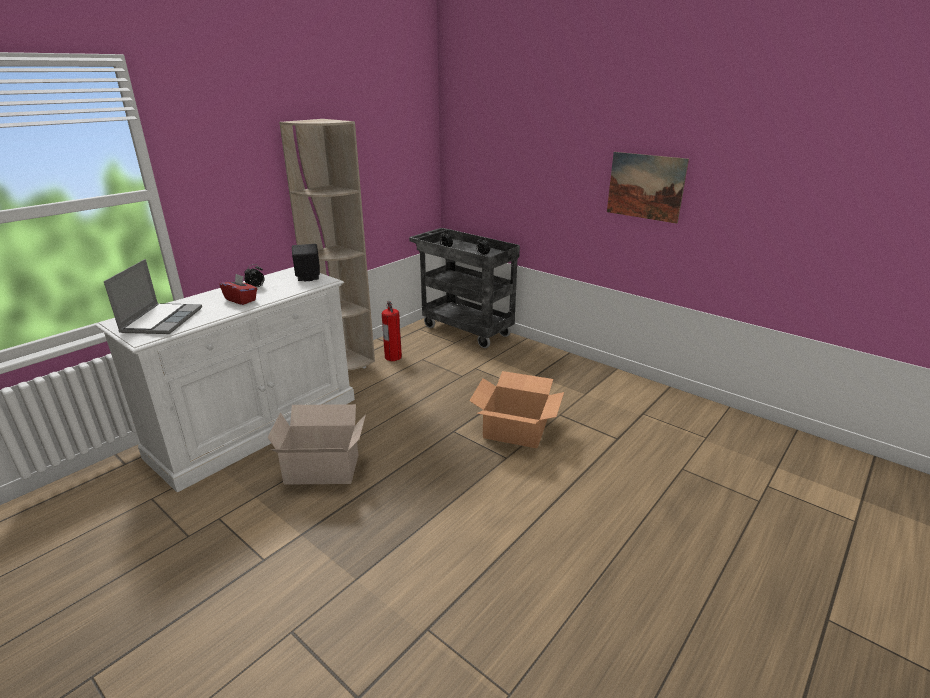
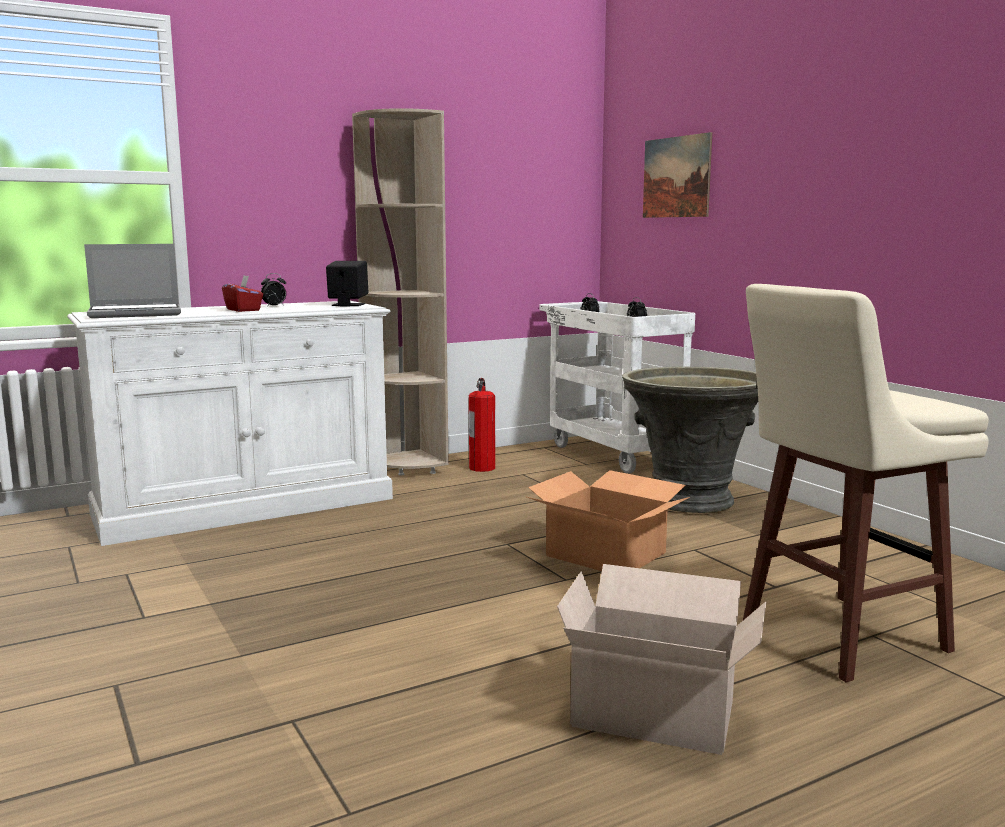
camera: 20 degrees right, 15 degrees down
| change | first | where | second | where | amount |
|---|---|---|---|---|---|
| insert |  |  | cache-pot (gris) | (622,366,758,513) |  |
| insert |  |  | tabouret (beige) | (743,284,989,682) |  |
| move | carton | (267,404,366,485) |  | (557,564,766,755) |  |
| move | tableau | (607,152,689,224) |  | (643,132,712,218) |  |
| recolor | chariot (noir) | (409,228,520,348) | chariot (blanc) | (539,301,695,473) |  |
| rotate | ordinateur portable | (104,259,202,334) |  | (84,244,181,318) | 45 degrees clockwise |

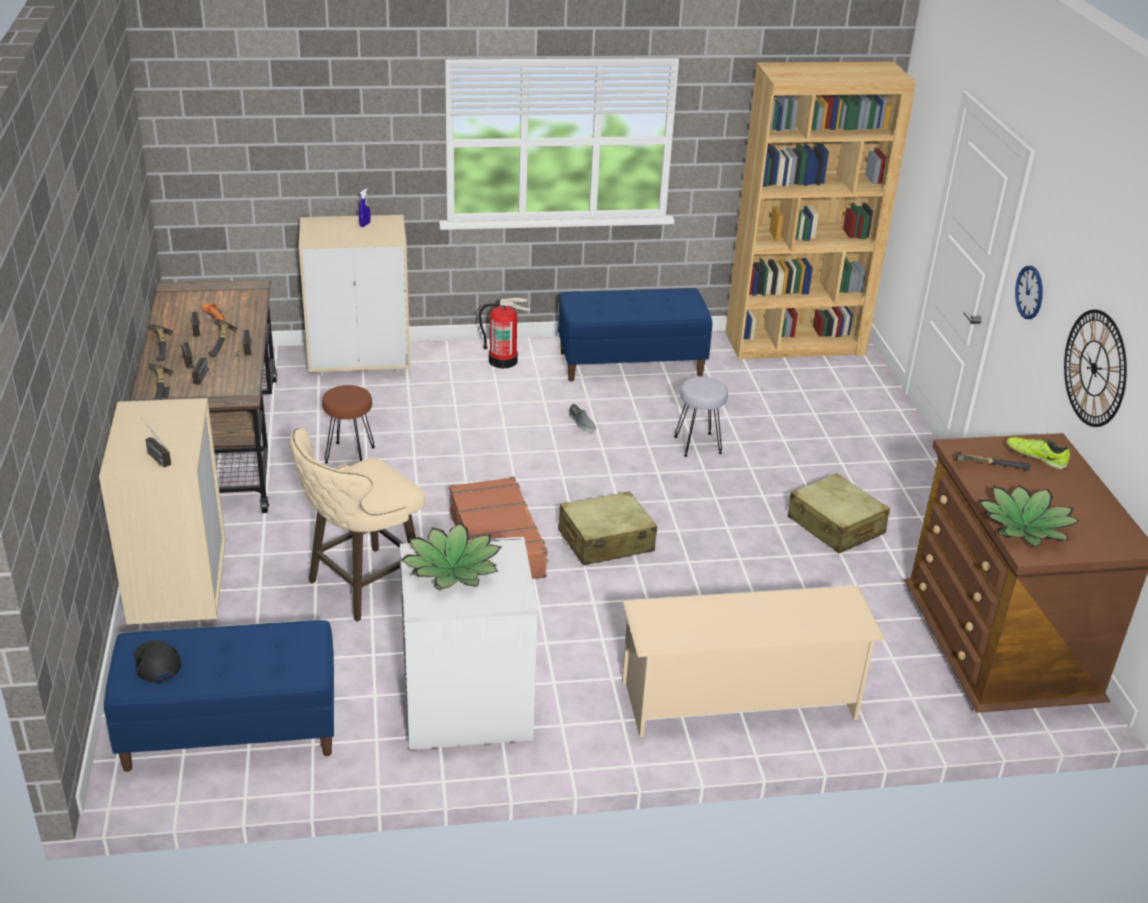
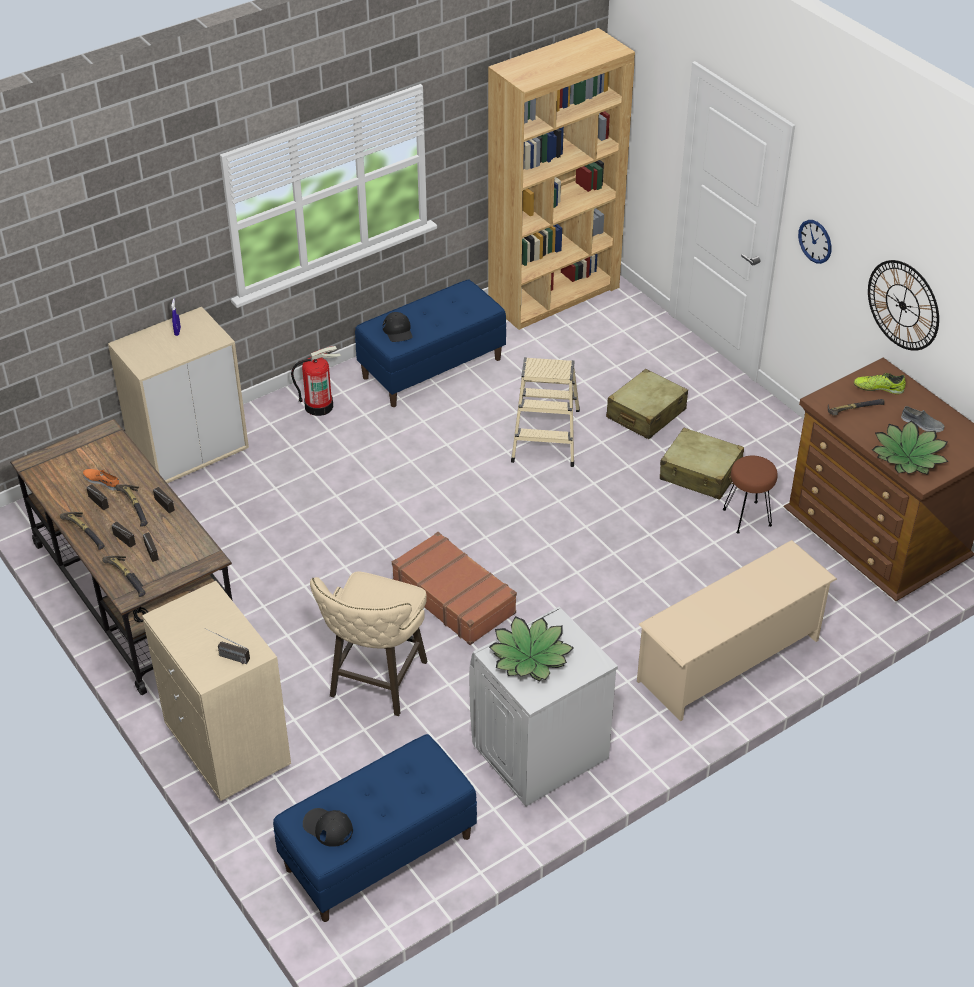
camera: 25 degrees left, 10 degrees up
| change | first | where | second | where | amount |
|---|---|---|---|---|---|
| insert |  |  | casquette (noir) | (383,312,413,342) |  |
| move | tabouret (marron) | (322,385,375,464) |  | (723,456,778,533) |  |
| move | valise (beige) | (558,491,657,566) |  | (606,369,688,439) |  |
| move | chaussure (gris) | (569,404,596,432) |  | (901,406,945,432) |  |
| replace | tabouret (gris) | (674,377,728,457) | escabeau (beige) | (511,357,580,467) |  |

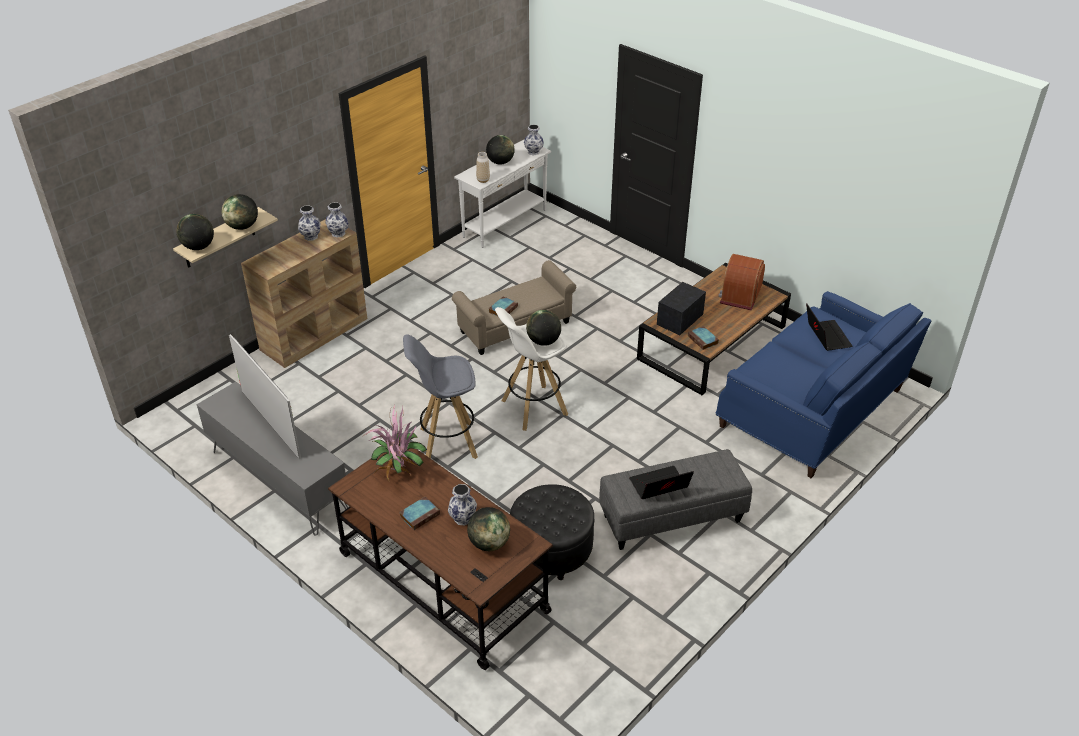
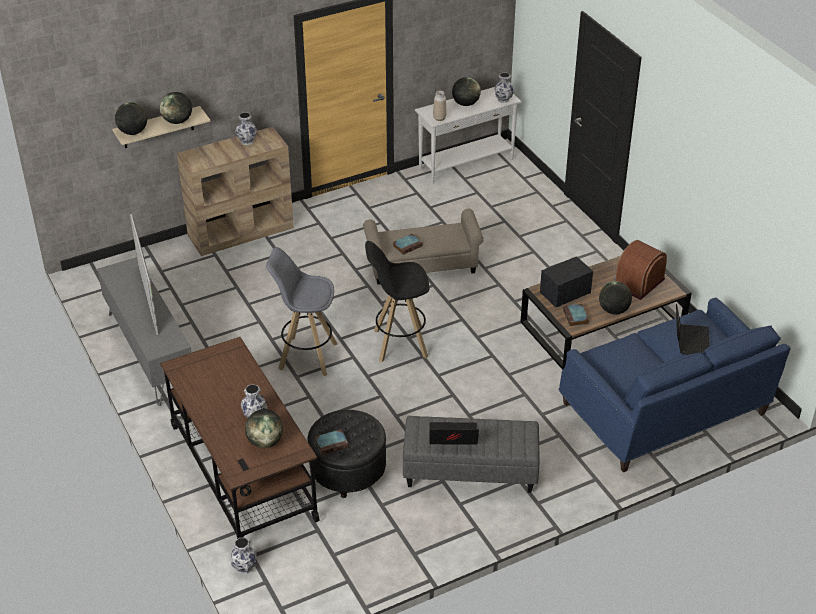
camera: 20 degrees right, 0 degrees up
| change | first | where | second | where | amount |
|---|---|---|---|---|---|
| delete | plante en pot | (365,405,427,480) |  |  |  |
| move | vase | (325,202,349,238) |  | (230,538,257,574) |  |
| move | livre | (399,497,440,530) |  | (315,429,349,455) |  |
| move | globe | (526,310,561,346) |  | (599,281,632,315) |  |
| recolor | tabouret (blanc) | (495,307,568,431) | tabouret (noir) | (365,241,429,362) |  |

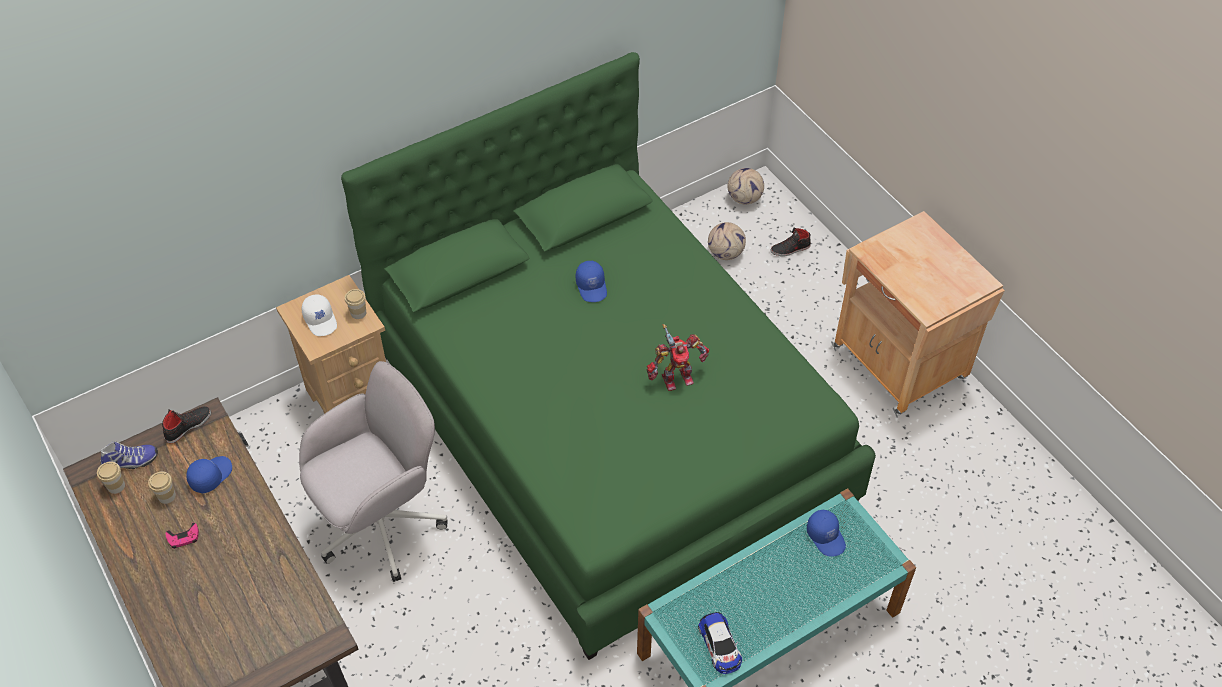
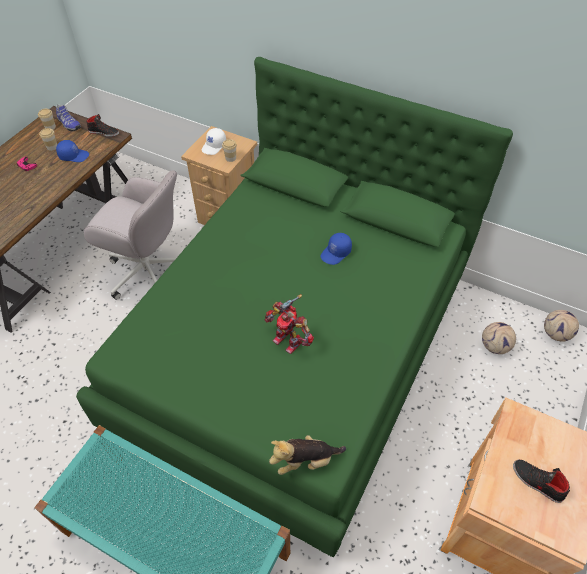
camera: 60 degrees right, 0 degrees up
| change | first | where | second | where | amount |
|---|---|---|---|---|---|
| delete | petite voiture | (698,612,742,674) |  |  |  |
| delete | casquette (bleu) | (807,510,846,556) |  |  |  |
| insert |  |  | peluche | (269,435,346,475) |  |
| move | chaussure (noir) | (771,228,811,256) |  | (513,459,570,503) |  |

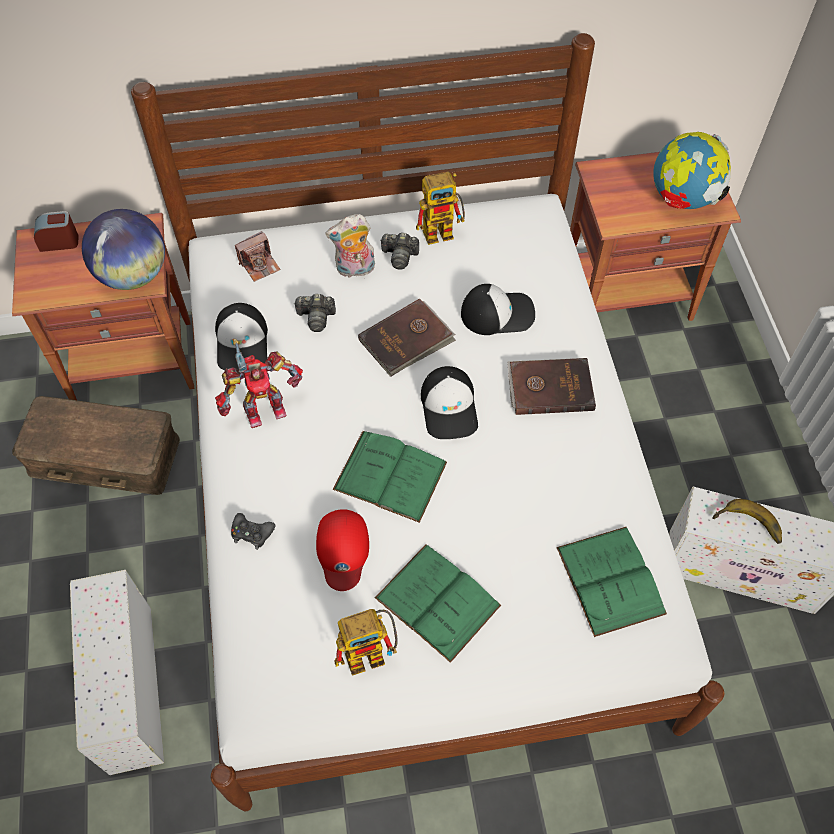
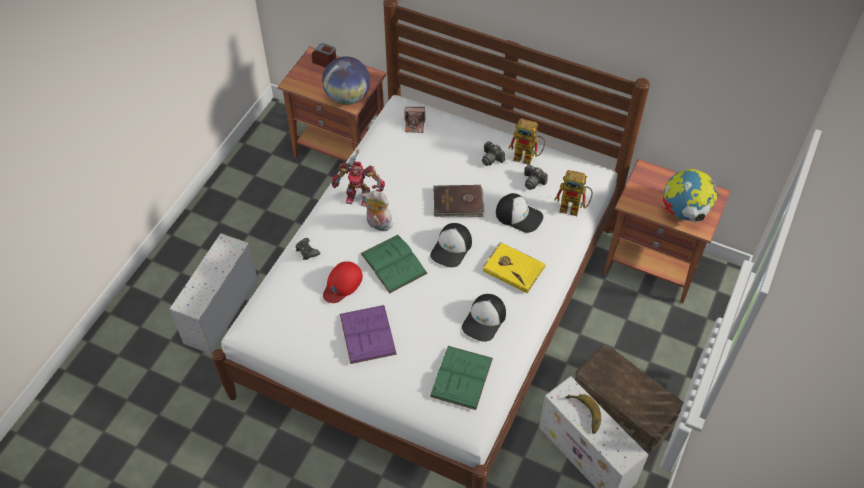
camera: 35 degrees right, 5 degrees down
| change | first | where | second | where | amount |
|---|---|---|---|---|---|
| move | boîte de rangement (marron) | (12,396,180,495) |  | (575,344,684,452) |  |
| move | casquette | (215,303,268,371) |  | (462,294,506,342) |  |
| move | appareil photo | (294,294,336,332) |  | (524,165,548,190) |  |
| move | peluche | (326,214,375,278) |  | (361,191,393,231) |  |
| move | robot jouet | (334,609,398,676) |  | (554,170,593,216) |  |
| recolor | livre (vert) | (375,544,501,663) | livre (violet) | (340,305,397,364) |  |
| recolor | livre (marron) | (507,358,596,415) | livre (jaune) | (483,242,546,293) |  |

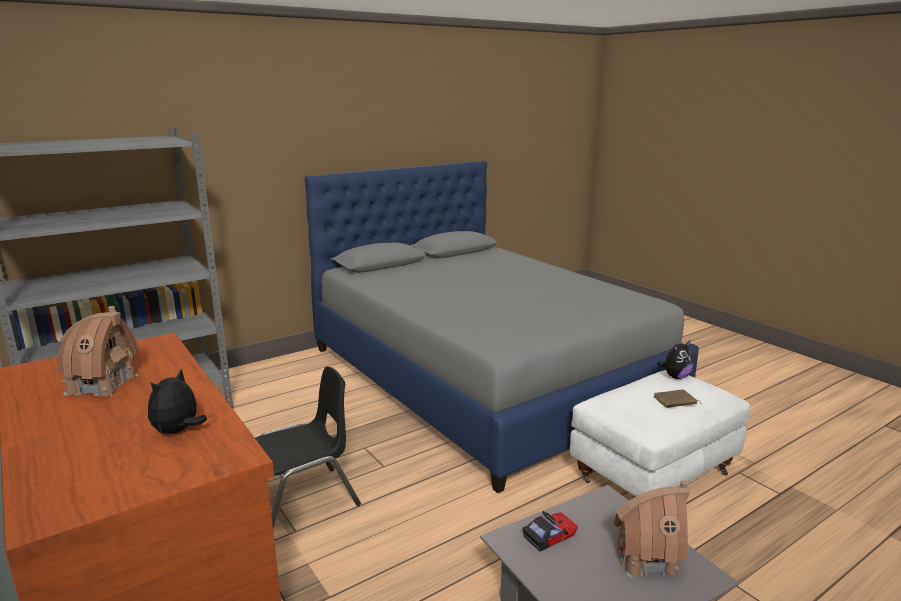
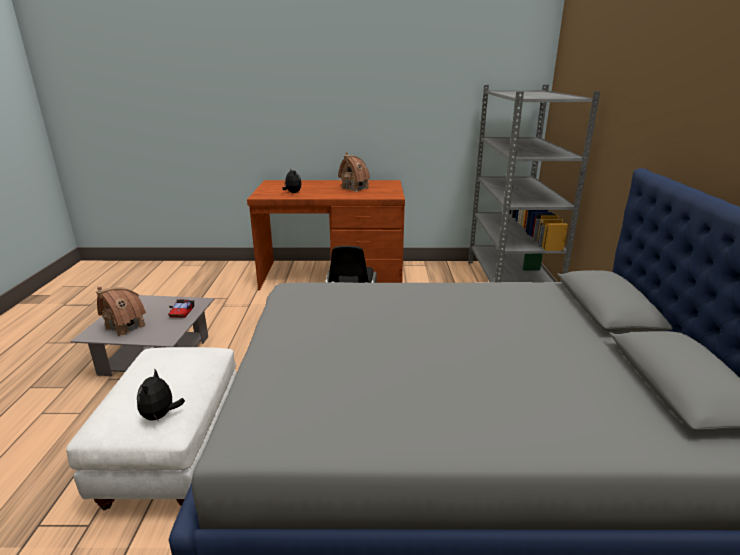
camera: 125 degrees right, 5 degrees up
| change | first | where | second | where | amount |
|---|---|---|---|---|---|
| delete | livre (marron) | (653,389,702,408) |  |  |  |

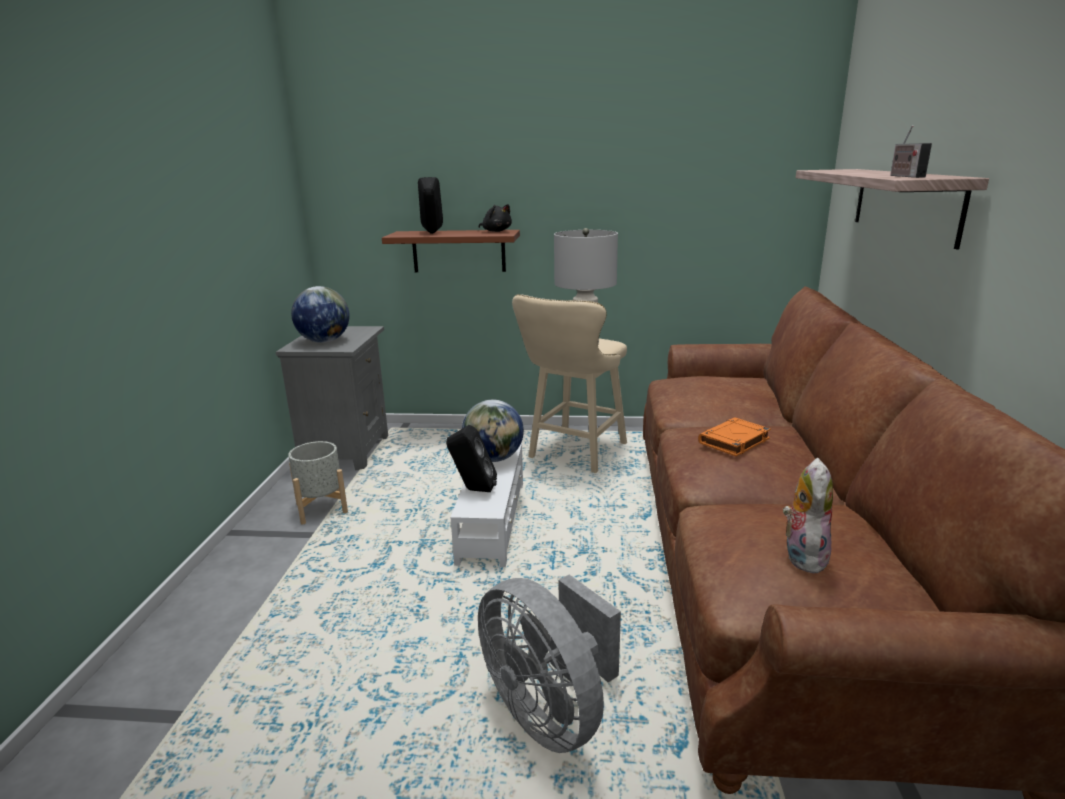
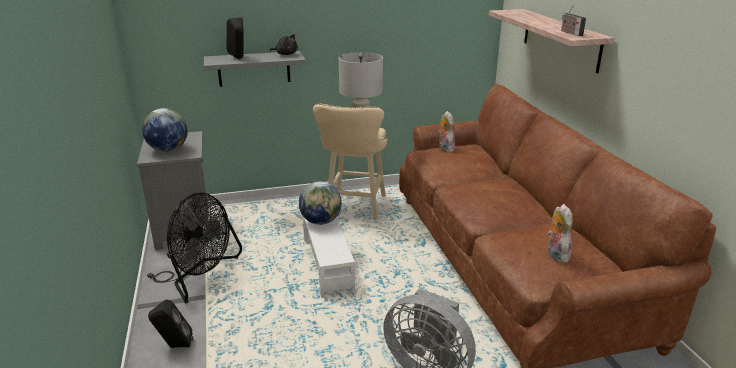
camera: 20 degrees left, 5 degrees up
| change | first | where | second | where | amount |
|---|---|---|---|---|---|
| delete | livre (orange) | (698,417,771,456) |  |  |  |
| insert |  |  | peluche | (438,111,455,152) |  |
| move | enceinte (noir) | (446,425,497,492) |  | (148,300,193,348) |  |
| replace | cache-pot (gris) | (288,441,348,524) | ventilateur (noir) | (147,193,242,304) |  |
| recolor | étagère (marron) | (382,230,520,272) | étagère (gris) | (204,51,306,87) |  |

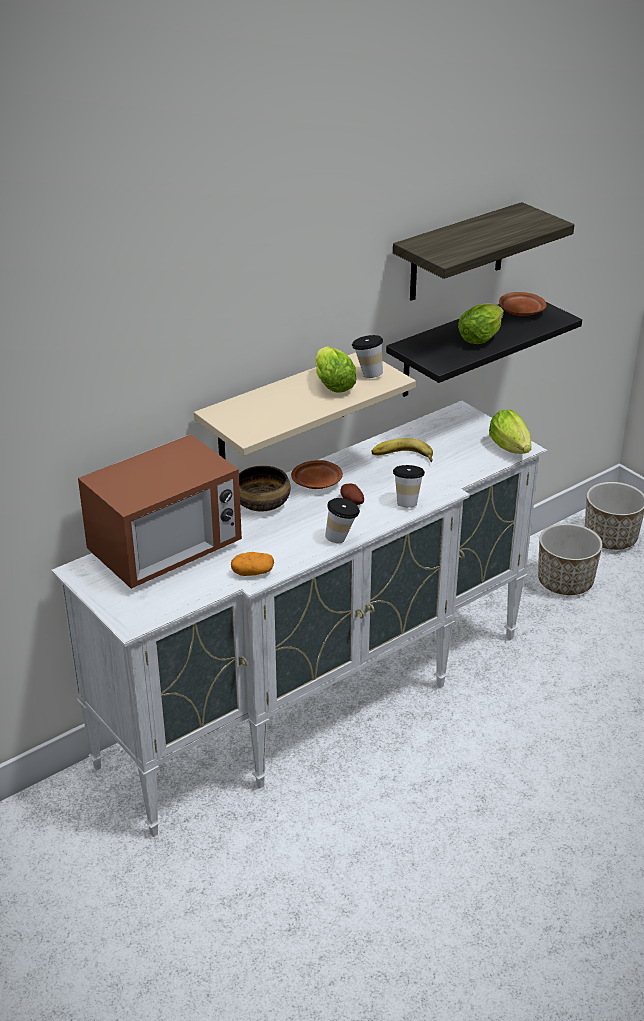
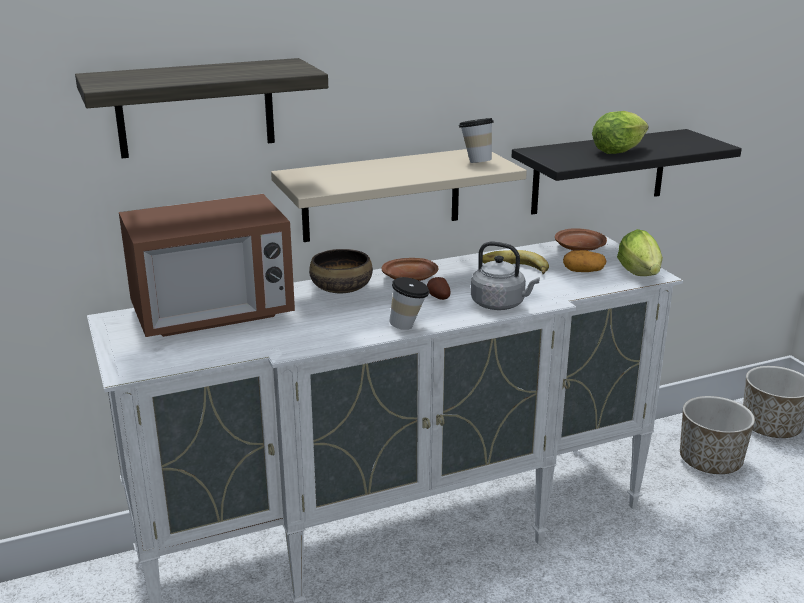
camera: 15 degrees right, 10 degrees down
| change | first | where | second | where | amount |
|---|---|---|---|---|---|
| delete | laitue | (315,347,356,392) |  |  |  |
| move | pomme de terre | (231,552,274,576) |  | (563,250,606,272) |  |
| move | étagère | (393,202,574,301) |  | (75,58,328,158) |  |
| move | assiette (marron) | (499,292,547,316) |  | (555,228,607,251) |  |
| replace | tasse | (393,465,425,508) | bouilloire (gris) | (471,241,540,310) |  |

